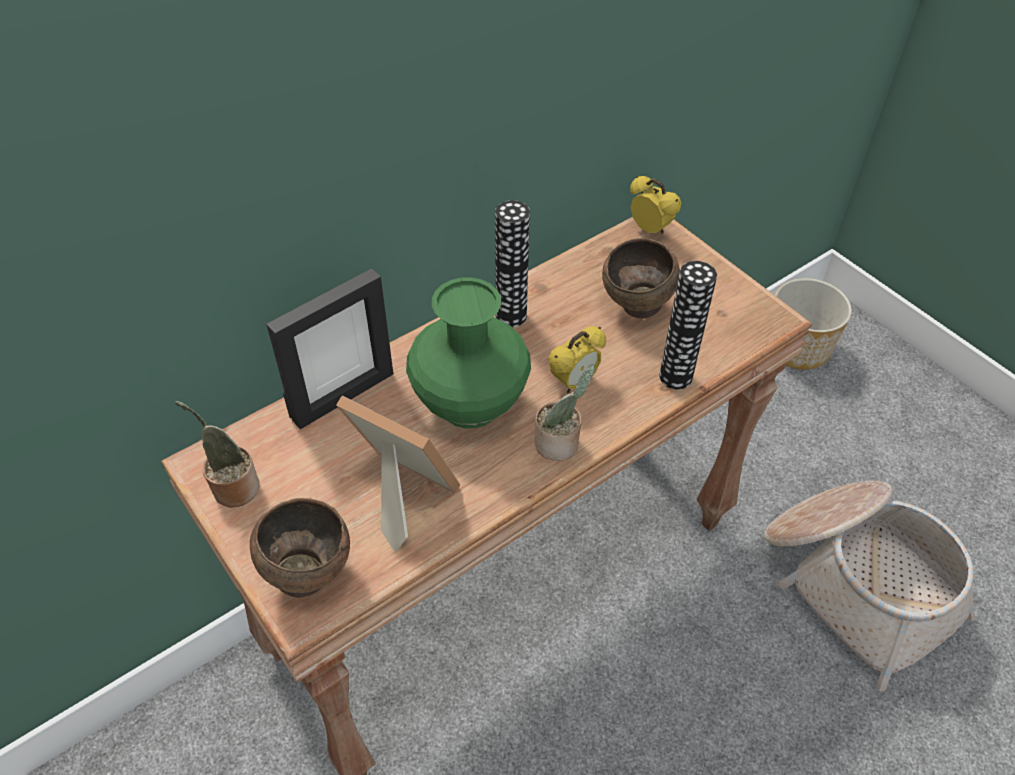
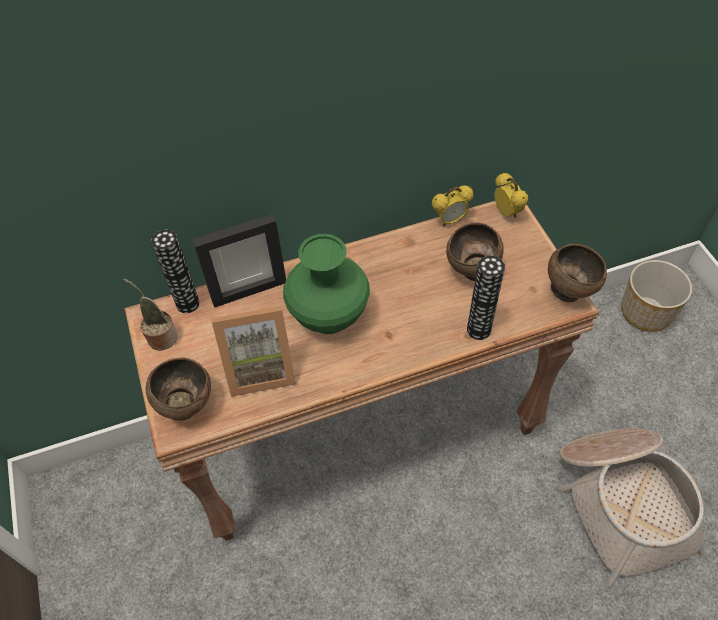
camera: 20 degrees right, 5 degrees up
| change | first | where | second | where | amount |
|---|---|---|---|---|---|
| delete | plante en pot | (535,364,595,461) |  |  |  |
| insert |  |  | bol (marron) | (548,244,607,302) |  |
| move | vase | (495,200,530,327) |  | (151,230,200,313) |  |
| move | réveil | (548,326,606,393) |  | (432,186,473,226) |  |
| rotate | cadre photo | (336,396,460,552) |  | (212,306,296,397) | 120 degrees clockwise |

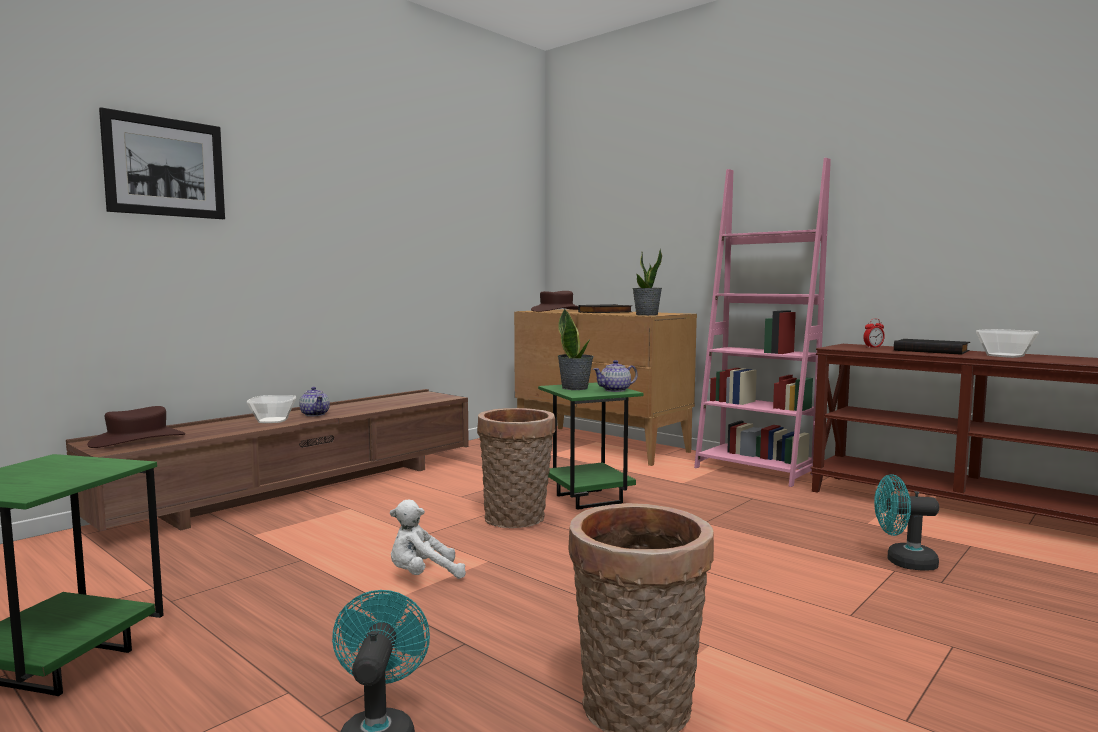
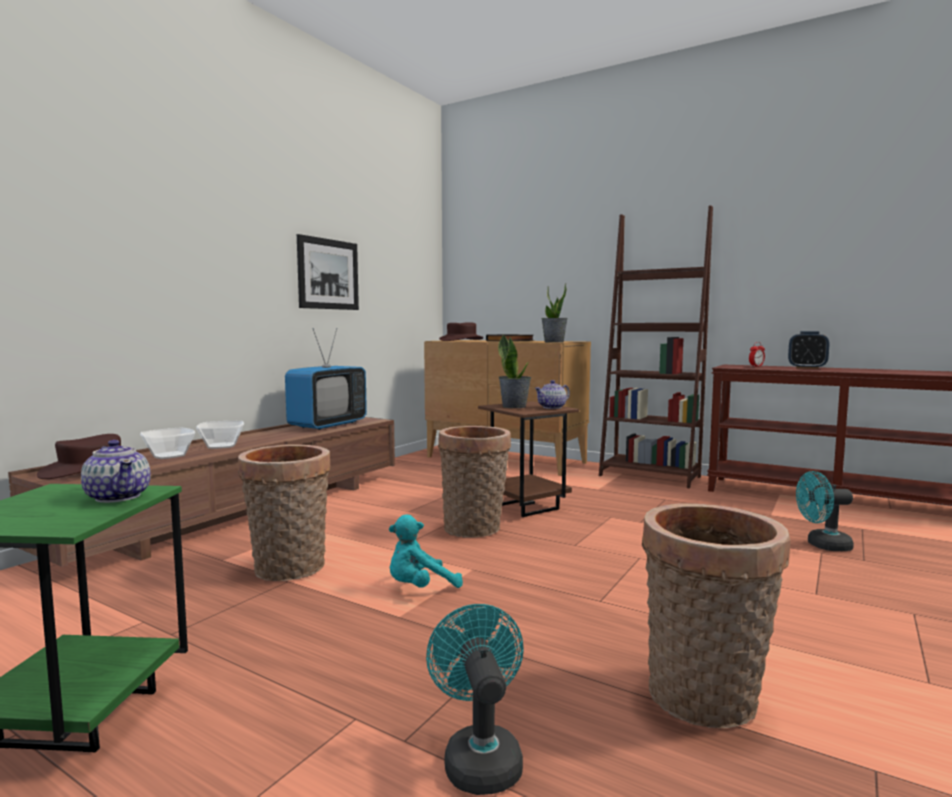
camera: 10 degrees left, 0 degrees up
| change | first | where | second | where | amount |
|---|---|---|---|---|---|
| insert |  |  | panier | (238,445,330,581) |  |
| insert |  |  | téléviseur | (285,328,367,430) |  |
| move | tableau | (99,107,225,219) |  | (297,234,359,310) |  |
| move | théière | (299,387,330,416) |  | (81,440,151,503) |  |
| move | bol | (976,329,1039,358) |  | (140,427,195,459) |  |
| replace | livre (noir) | (894,339,970,355) | réveil | (788,331,830,369) |  |
| recolor | peluche (blanc) | (390,500,466,579) | peluche (turquoise) | (389,515,463,588) |  |
| recolor | table d'appoint (vert) | (538,382,644,510) | table d'appoint (marron) | (478,401,579,517) |  |
| recolor | bibliothèque (rose) | (694,158,831,487) | bibliothèque (marron) | (599,205,713,488) |  |

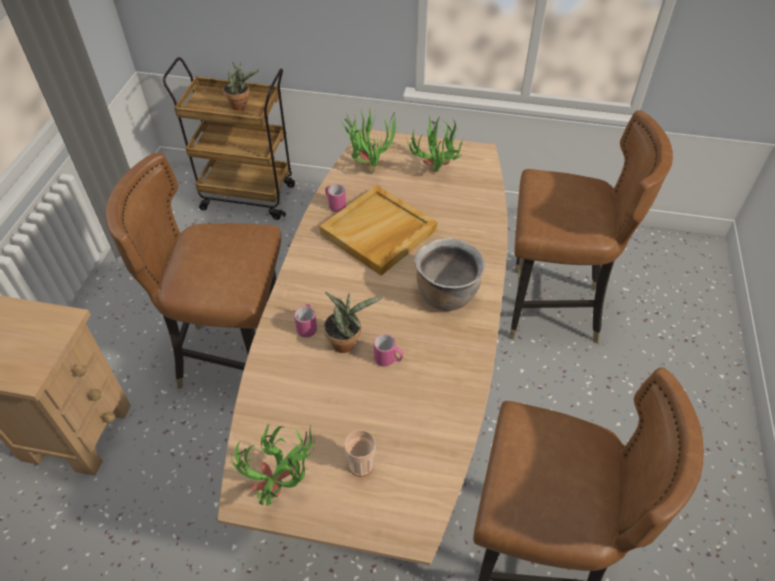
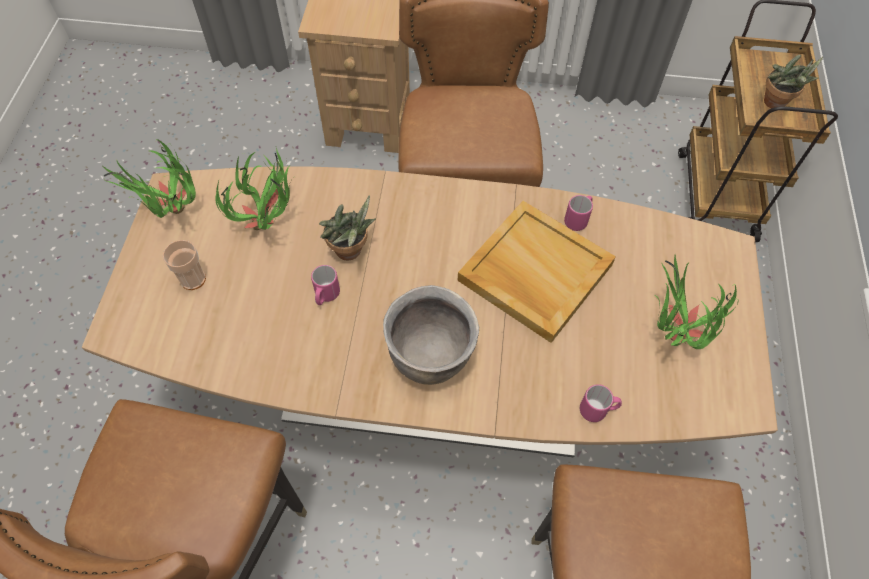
camera: 85 degrees right, 10 degrees up
| change | first | where | second | where | amount |
|---|---|---|---|---|---|
| move | mug (rose) | (294,304,317,337) |  | (580,384,622,422) |  |
| move | plante en pot | (340,109,398,173) |  | (215,148,294,230) |  |

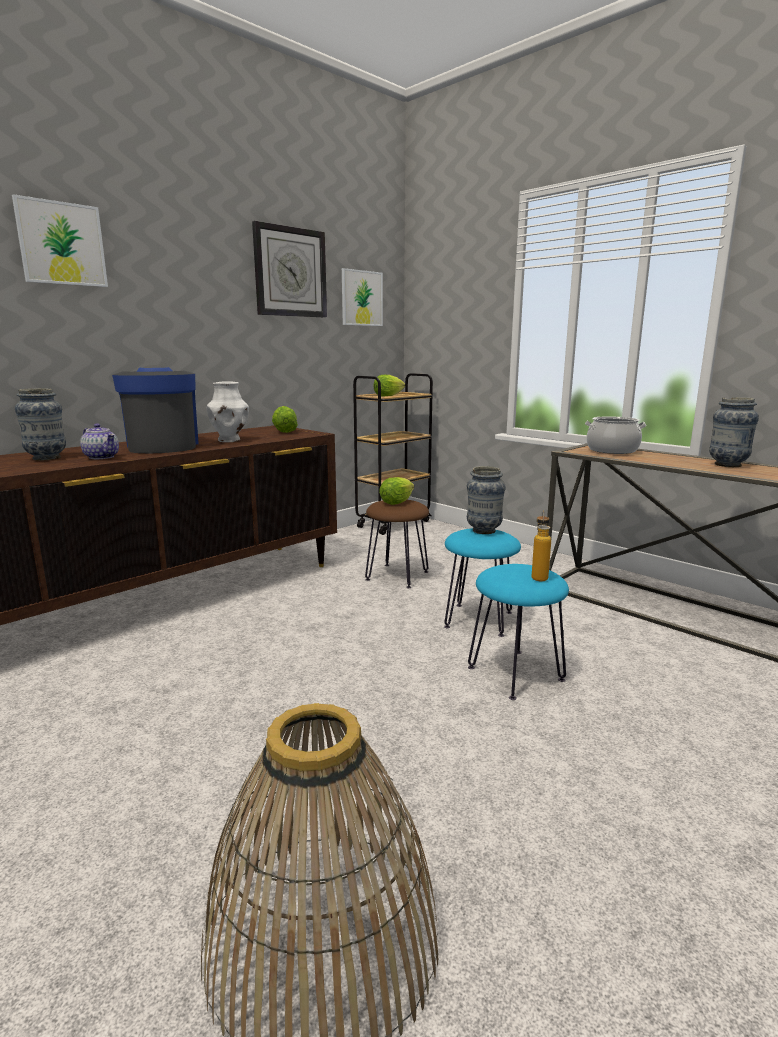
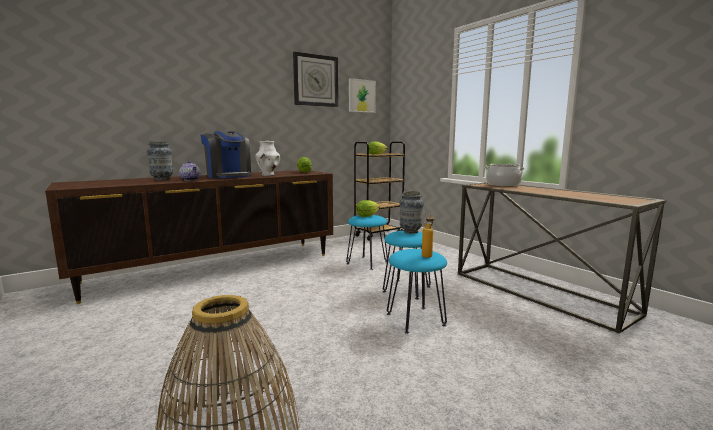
camera: 10 degrees right, 5 degrees down
| change | first | where | second | where | amount |
|---|---|---|---|---|---|
| delete | tableau | (12,194,108,287) |  |  |  |
| delete | vase | (709,397,759,467) |  |  |  |
| recolor | tabouret (marron) | (365,500,429,588) | tabouret (turquoise) | (346,215,388,270) |  |
| rotate | machine à café | (112,365,199,453) |  | (200,130,251,179) | 150 degrees clockwise |

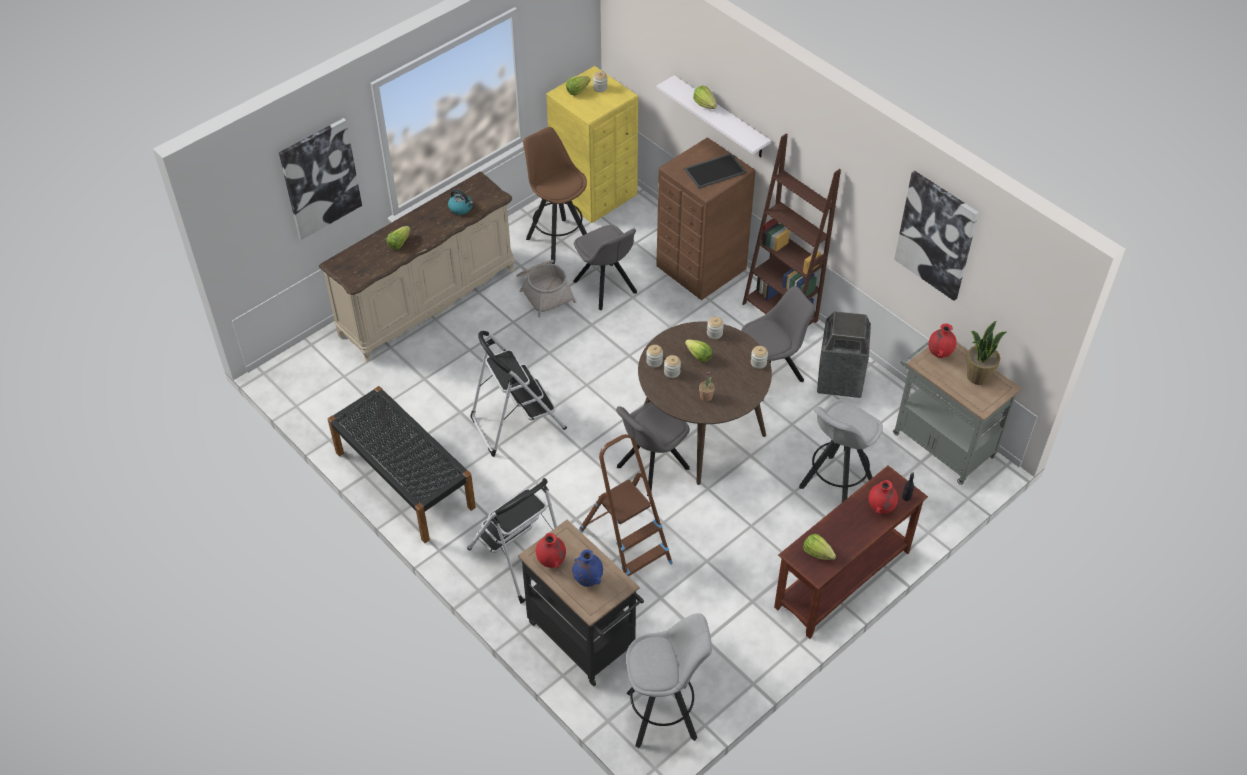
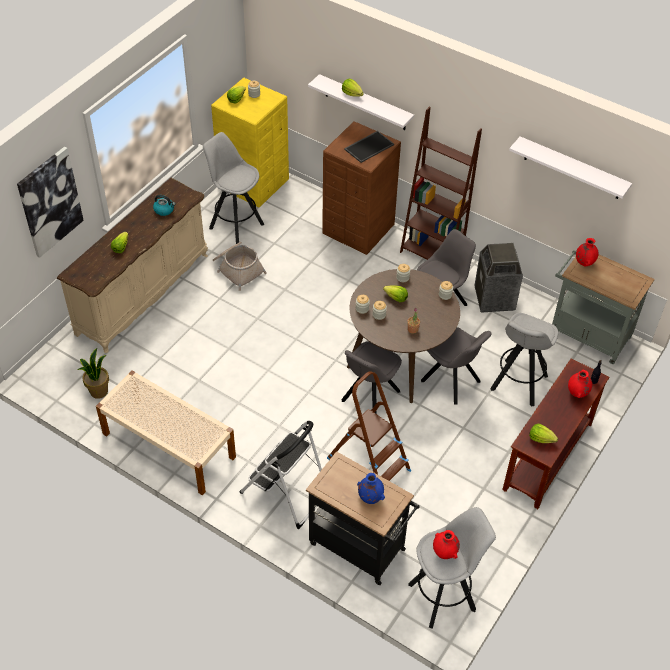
camera: 15 degrees left, 0 degrees up
| change | first | where | second | where | amount |
|---|---|---|---|---|---|
| delete | escabeau | (470,331,567,457) |  |  |  |
| move | vase (rouge) | (536,533,566,568) |  | (433,530,460,559) |  |
| move | chaise (gris) | (573,225,637,310) |  | (421,327,492,405) |  |
| move | plante en pot | (966,321,1006,385) |  | (78,348,109,399) |  |
| replace | tableau | (894,171,979,301) | étagère (blanc) | (509,136,632,199) |  |
| recolor | banc (noir) | (327,386,476,543) | banc (beige) | (96,370,236,496) |  |
| recolor | tabouret (marron) | (523,127,587,264) | tabouret (gris) | (203,132,264,244) |  |

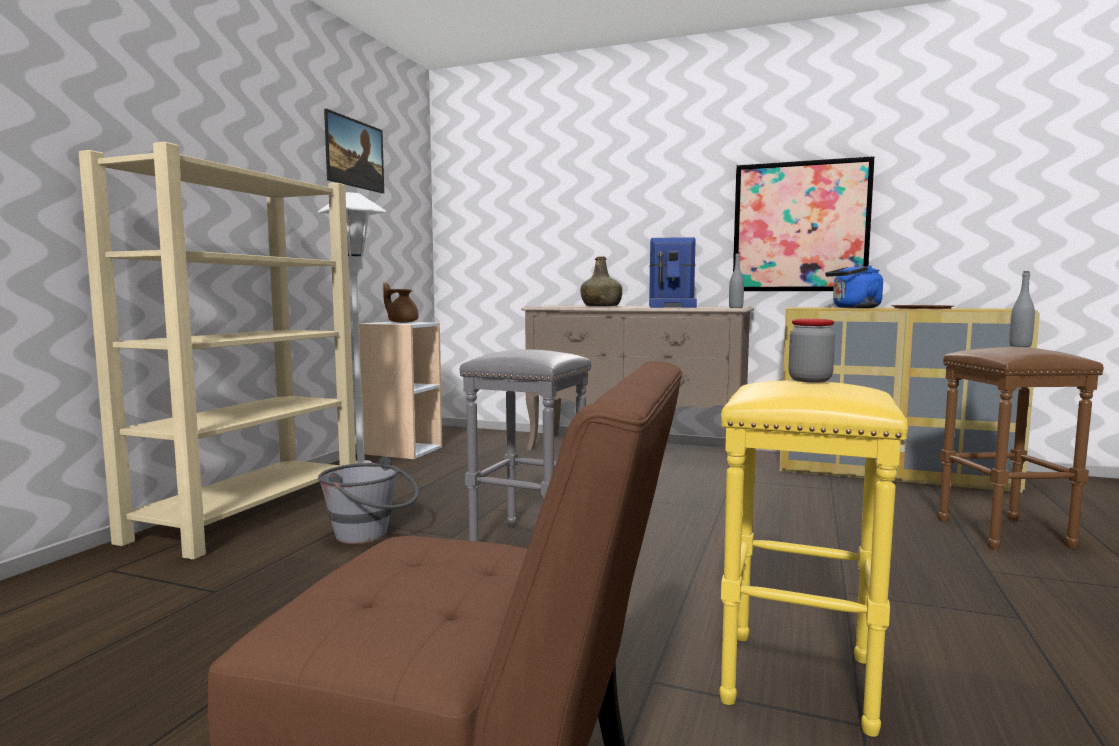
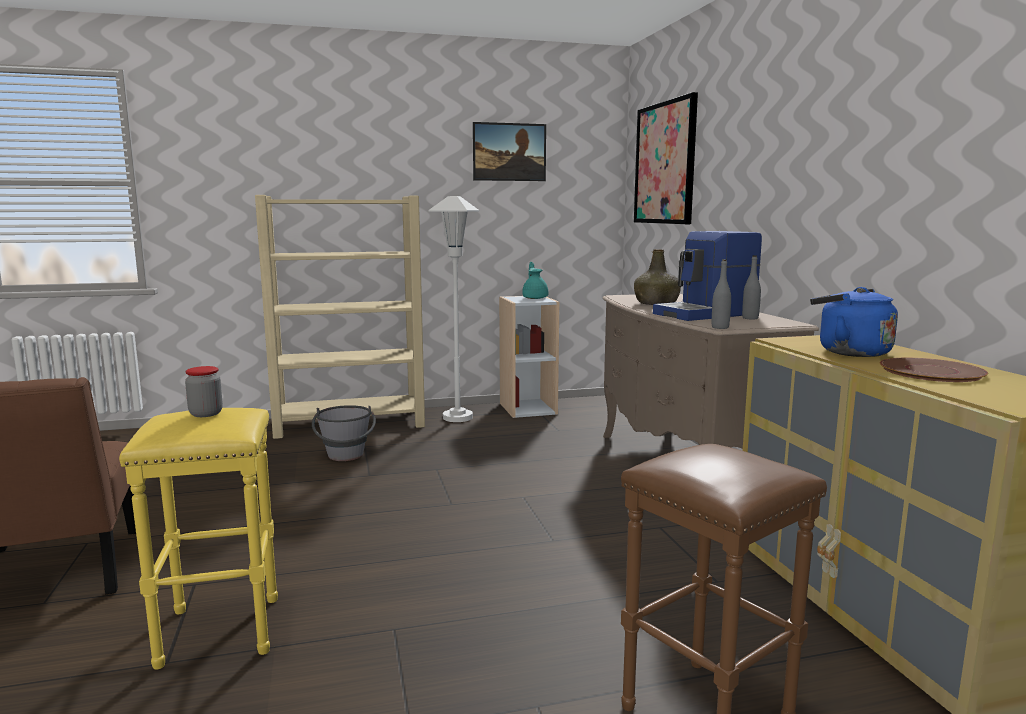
camera: 55 degrees right, 5 degrees up
| change | first | where | second | where | amount |
|---|---|---|---|---|---|
| delete | tabouret (gris) | (459,349,591,541) |  |  |  |
| move | tableau | (733,156,875,291) |  | (634,92,698,224) |  |
| move | bouteille (gris) | (1009,271,1035,347) |  | (742,255,761,319) |  |
| recolor | théière (marron) | (383,282,419,323) | théière (turquoise) | (522,262,548,299) |  |

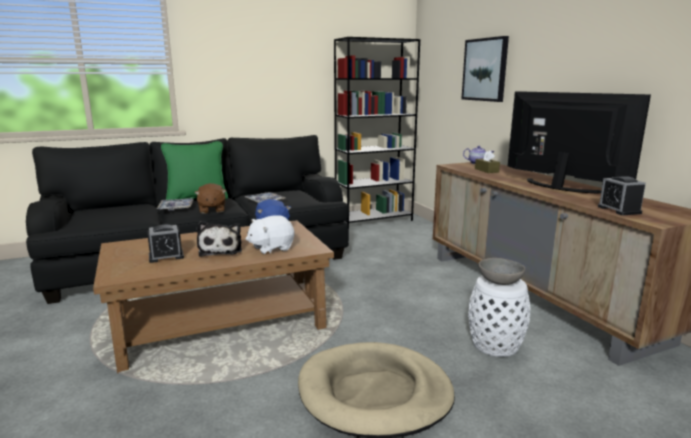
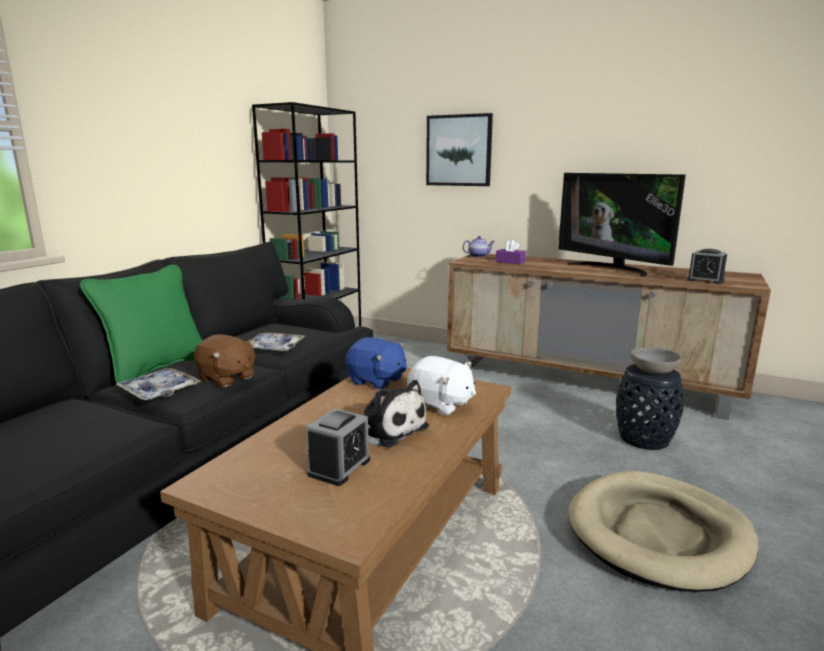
camera: 40 degrees left, 0 degrees up
| change | first | where | second | where | amount |
|---|---|---|---|---|---|
| recolor | tabouret (blanc) | (468,275,530,357) | tabouret (noir) | (616,364,684,450) |  |
| recolor | boîte à mouchoirs (marron) | (475,150,500,173) | boîte à mouchoirs (violet) | (496,239,526,264) |  |
| rotate | peluche (blanc) | (246,215,294,254) |  | (407,356,476,416) | 75 degrees counterclockwise |
| rotate | téléviseur | (508,91,651,193) |  | (558,173,686,277) | 135 degrees counterclockwise |

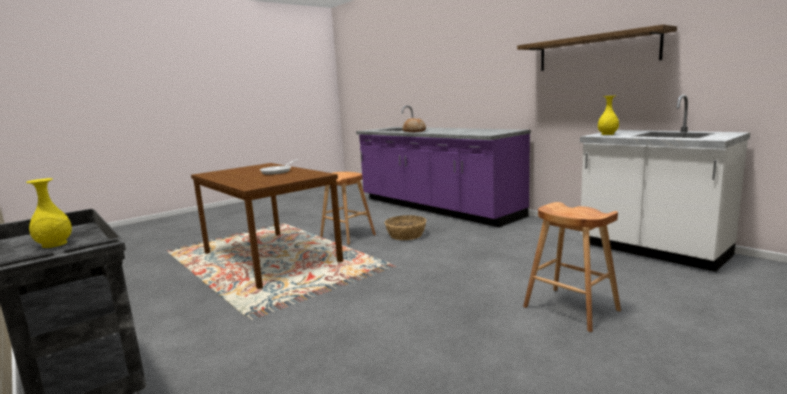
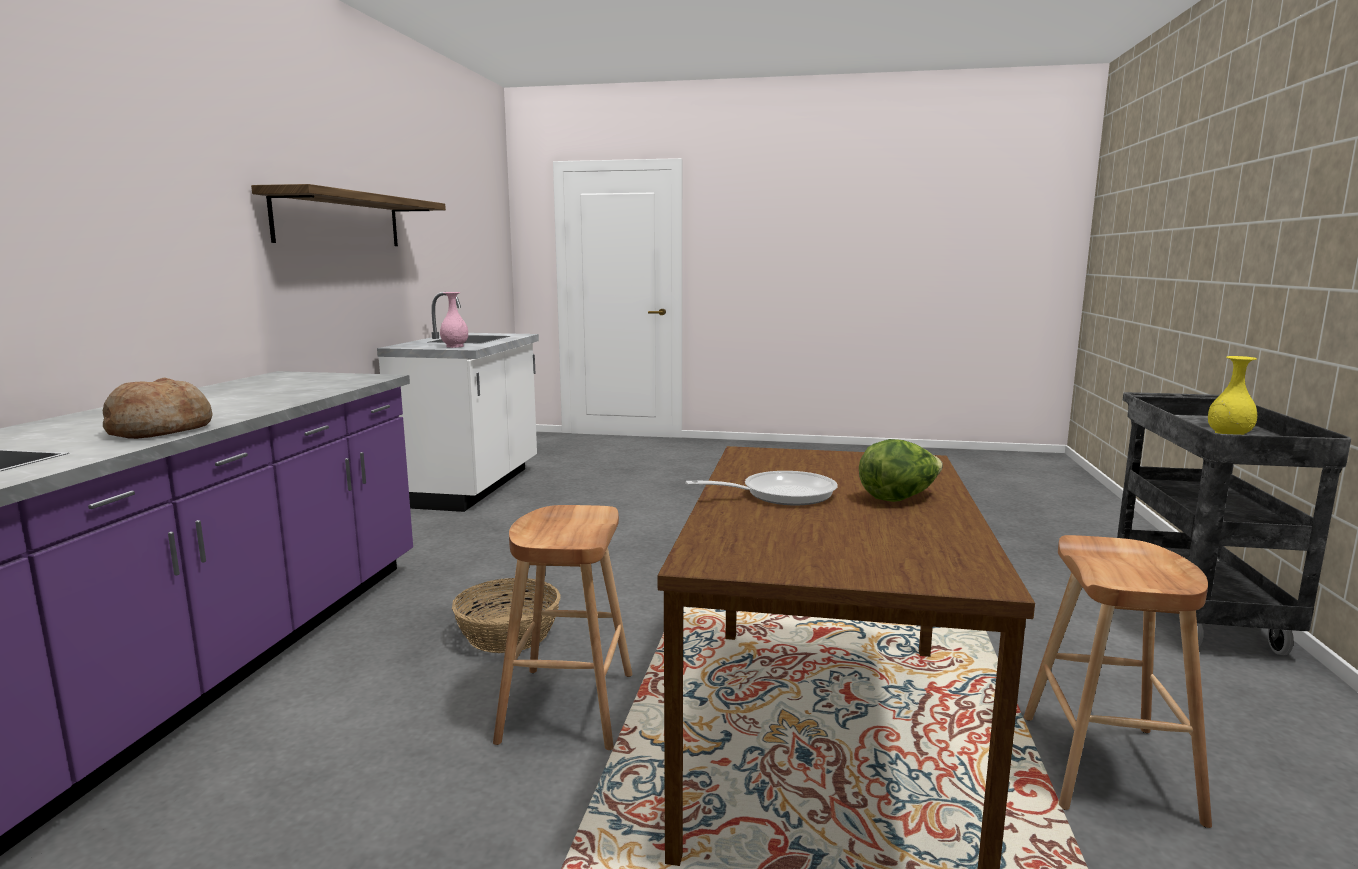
camera: 130 degrees left, 0 degrees up
| change | first | where | second | where | amount |
|---|---|---|---|---|---|
| insert |  |  | laitue | (859,439,943,502) |  |
| move | tabouret (marron) | (523,202,621,332) |  | (1024,535,1212,828) |  |
| recolor | vase (jaune) | (598,96,619,135) | vase (rose) | (440,292,468,348) |  |

